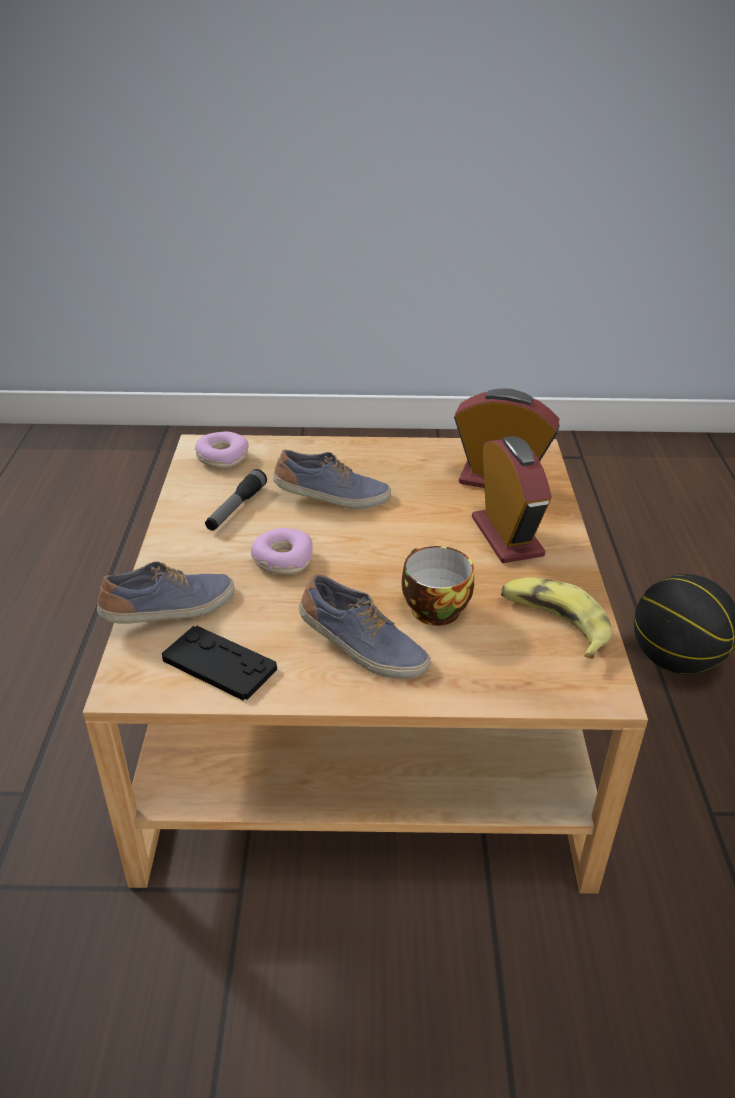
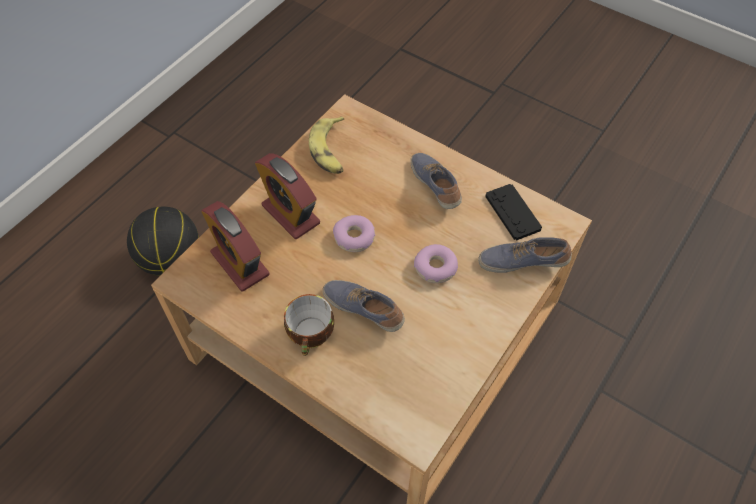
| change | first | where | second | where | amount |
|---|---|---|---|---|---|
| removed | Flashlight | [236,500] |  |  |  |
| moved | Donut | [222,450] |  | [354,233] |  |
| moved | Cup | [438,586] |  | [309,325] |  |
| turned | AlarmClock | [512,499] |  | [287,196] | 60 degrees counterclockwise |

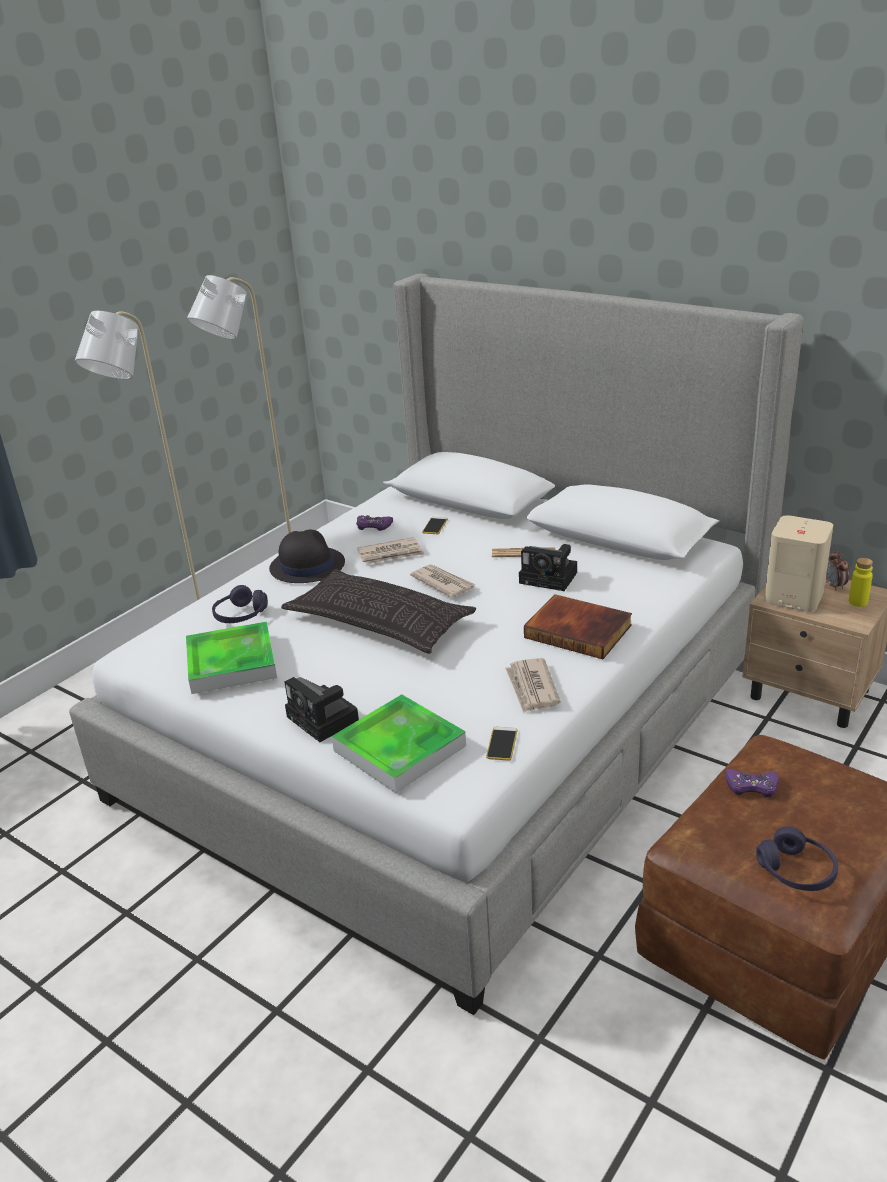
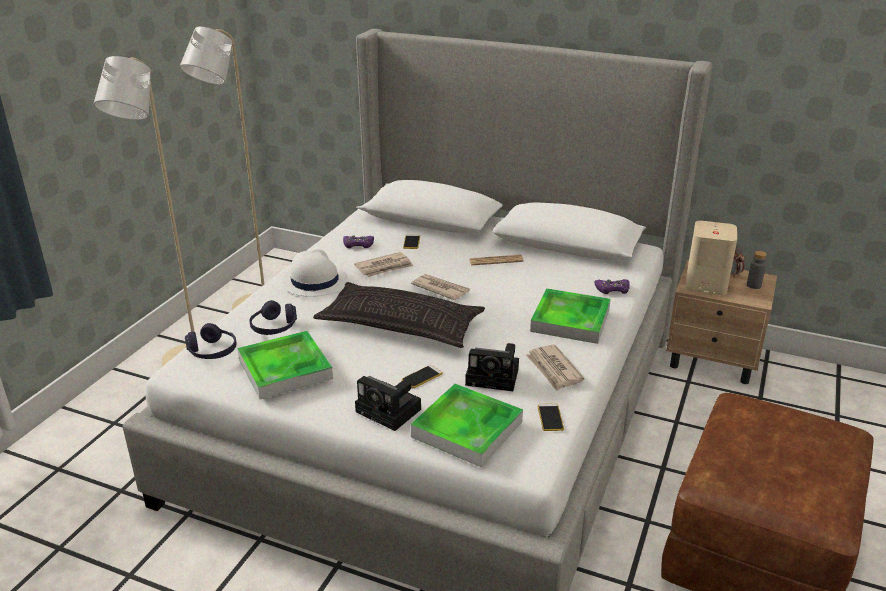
| change | first | where | second | where | amount |
|---|---|---|---|---|---|
| added |  |  | Phone | [422,376] |  |
| moved | PhotoCamera | [548,567] |  | [492,367] |  |
| moved | PurpleGameController | [752,783] |  | [612,286] |  |
| moved | PurpleHeadphones | [797,858] |  | [210,341] |  |
| replaced | Book | [578,626] | Tray | [570,316] |  |
| recoloured | BlackHat | [307,556] | WhiteHat | [314,273] |  |
| recoloured | YellowBottle | [861,582] | GreyBottle | [757,270] |  |

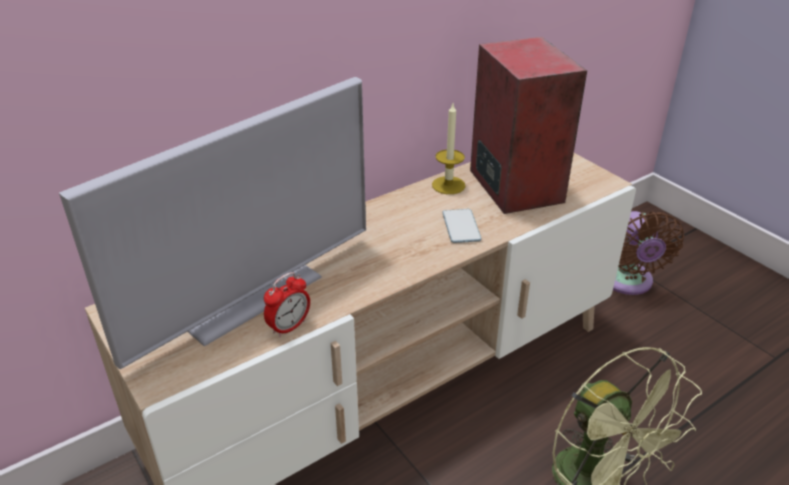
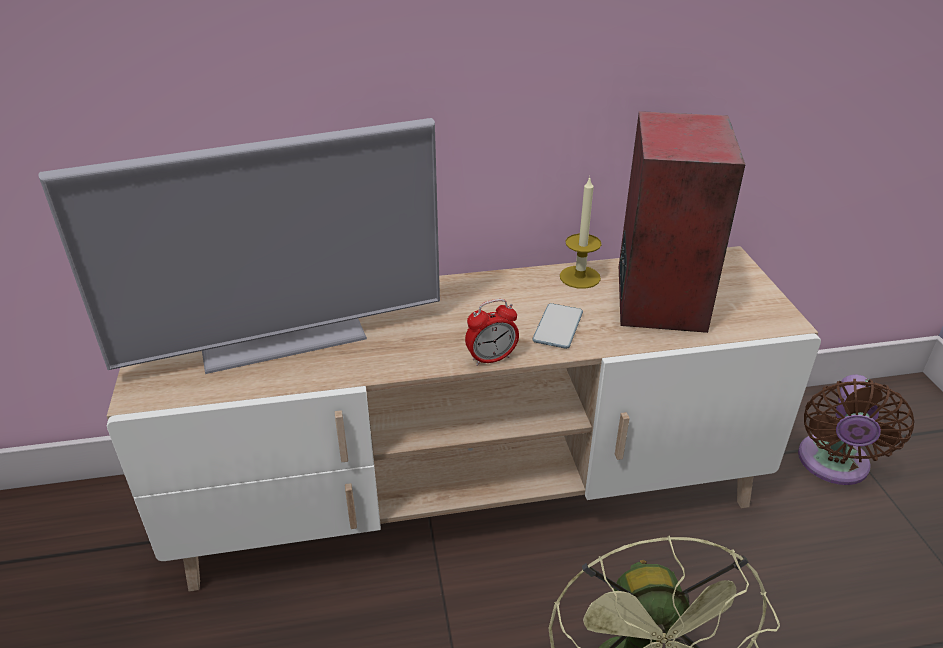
| change | first | where | second | where | amount |
|---|---|---|---|---|---|
| moved | AlarmClock | [287,305] |  | [492,332] |  |

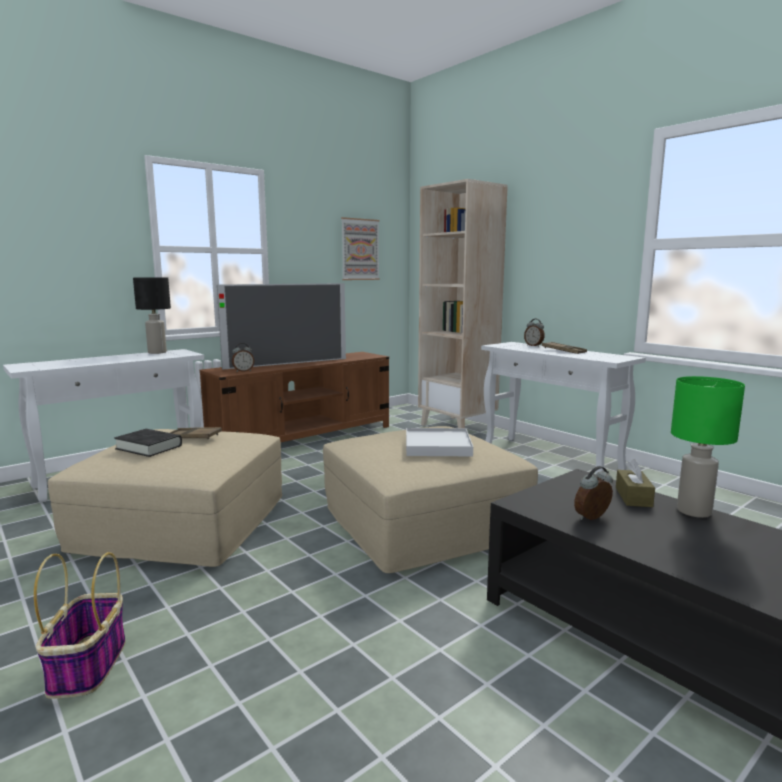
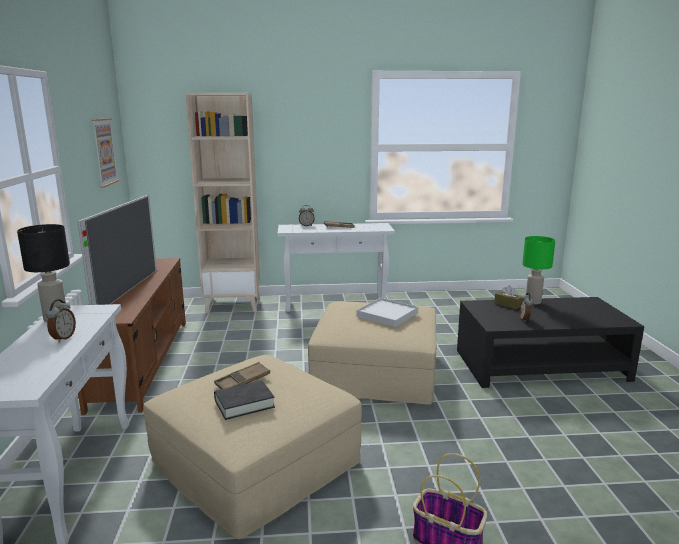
| change | first | where | second | where | amount |
|---|---|---|---|---|---|
| moved | AlarmClock | [243,357] |  | [61,321] |  |

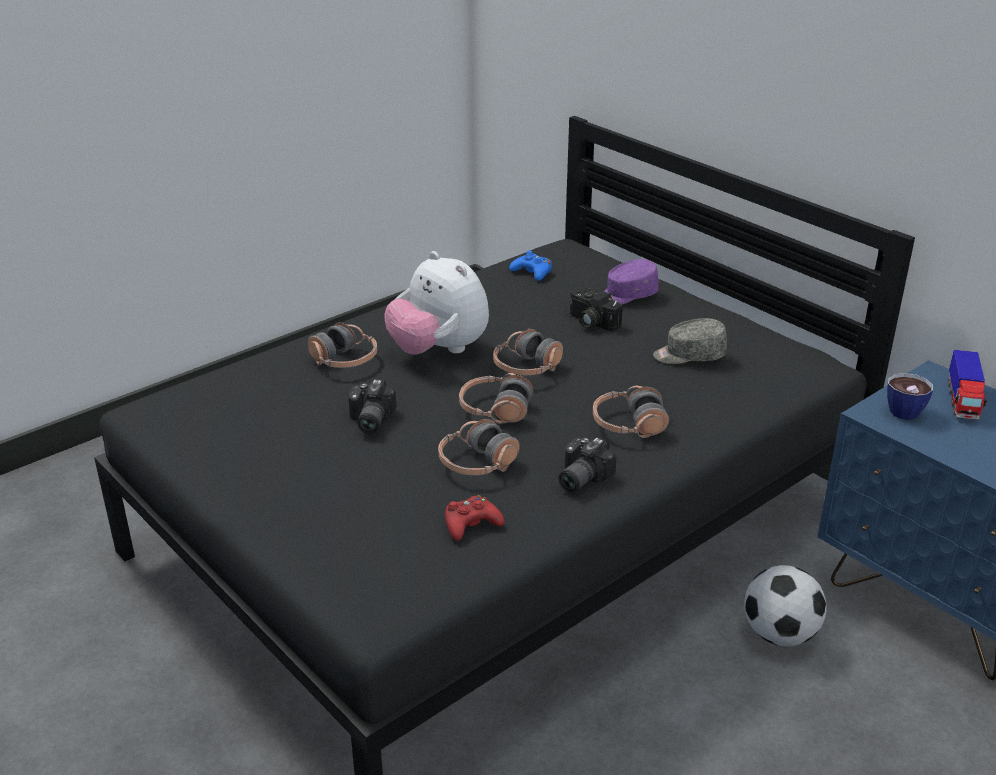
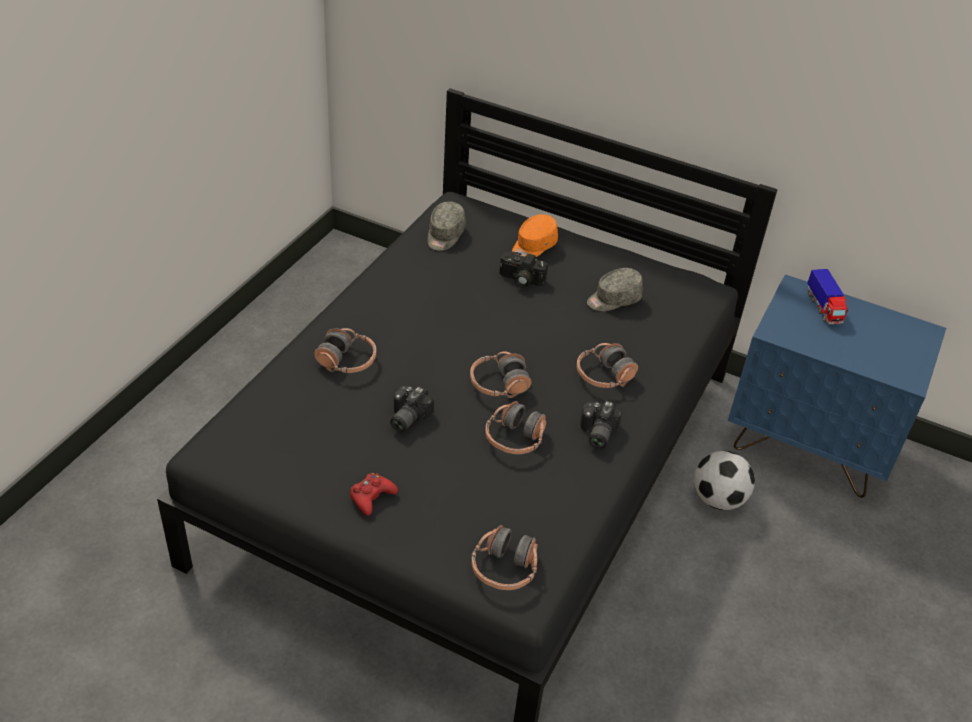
| change | first | where | second | where | amount |
|---|---|---|---|---|---|
| removed | PlushToy | [437,303] |  |  |  |
| removed | Cup | [910,396] |  |  |  |
| moved | RedGameController | [474,518] |  | [374,494] |  |
| moved | Headphones | [528,352] |  | [504,557] |  |
| replaced | BlueGameController | [530,266] | GreyCap | [447,226] |  |
| recoloured | PurpleCap | [631,282] | OrangeCap | [535,235] |  |
| turned | PhotoCamera | [372,406] |  | [412,409] | 45 degrees clockwise |

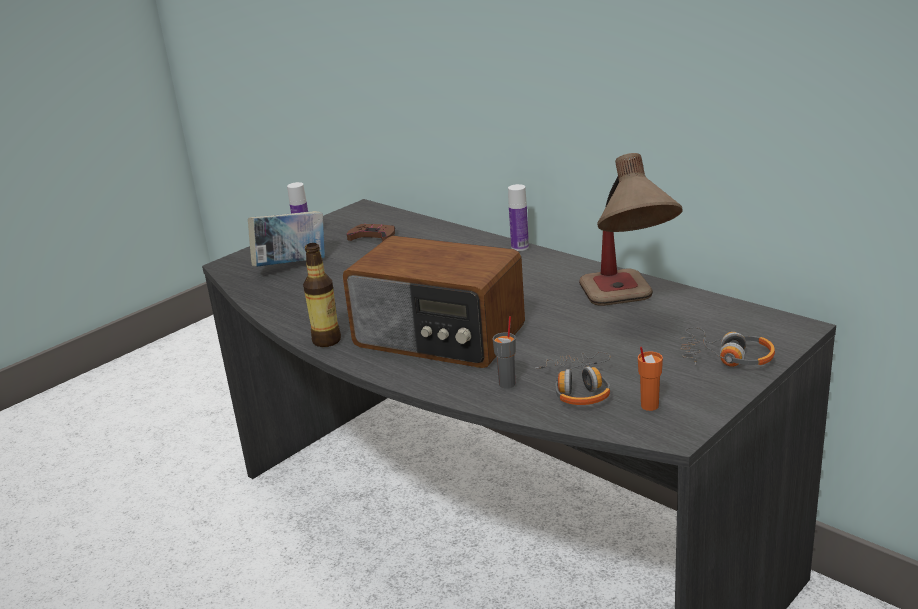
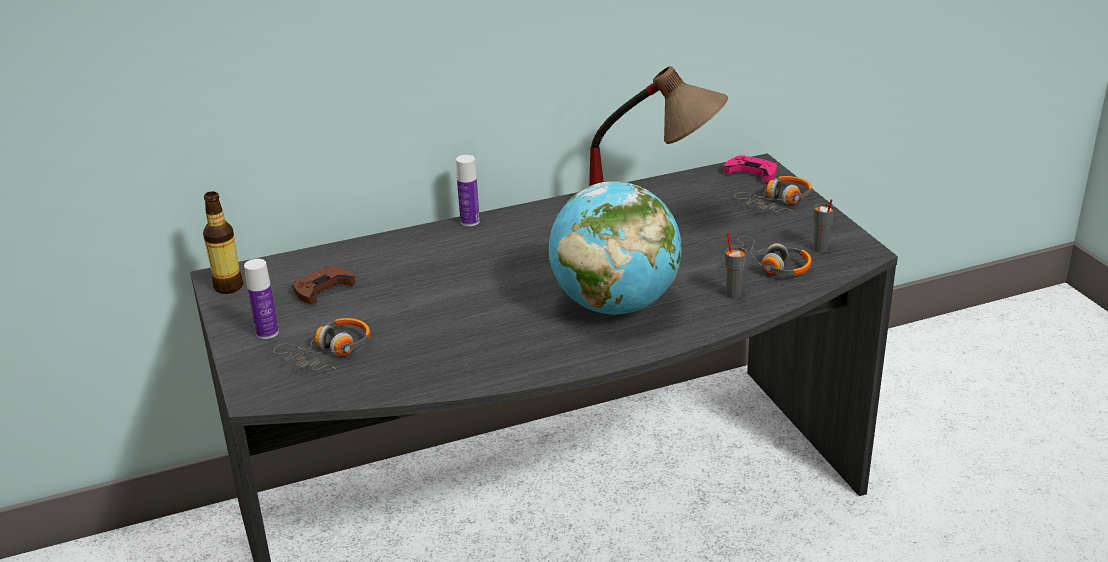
| change | first | where | second | where | amount |
|---|---|---|---|---|---|
| added |  |  | PinkGameController | [750,168] |  |
| moved | Bottle | [322,295] |  | [223,242] |  |
| replaced | Book | [286,239] | Headphones | [322,344] |  |
| replaced | Radio | [434,302] | Globe | [615,247] |  |
| recoloured | OrangeCup | [650,378] | GreyCup | [823,225] |  |

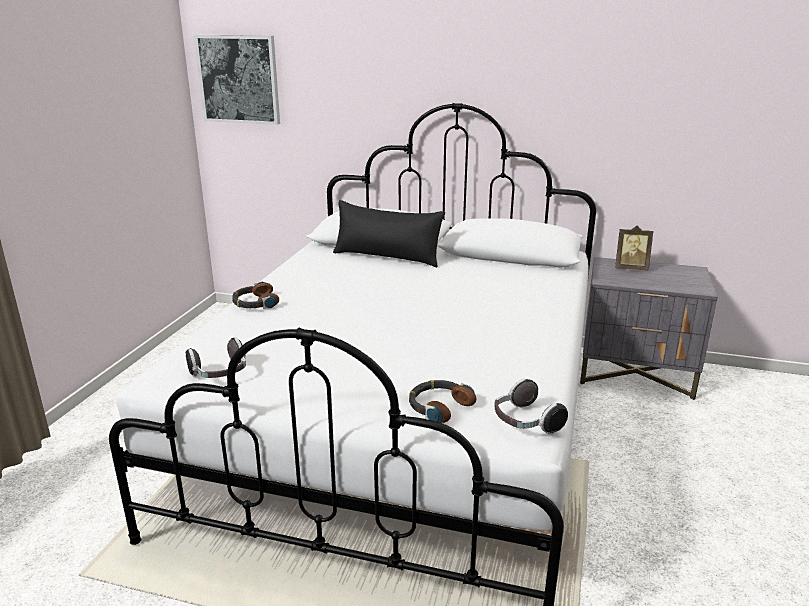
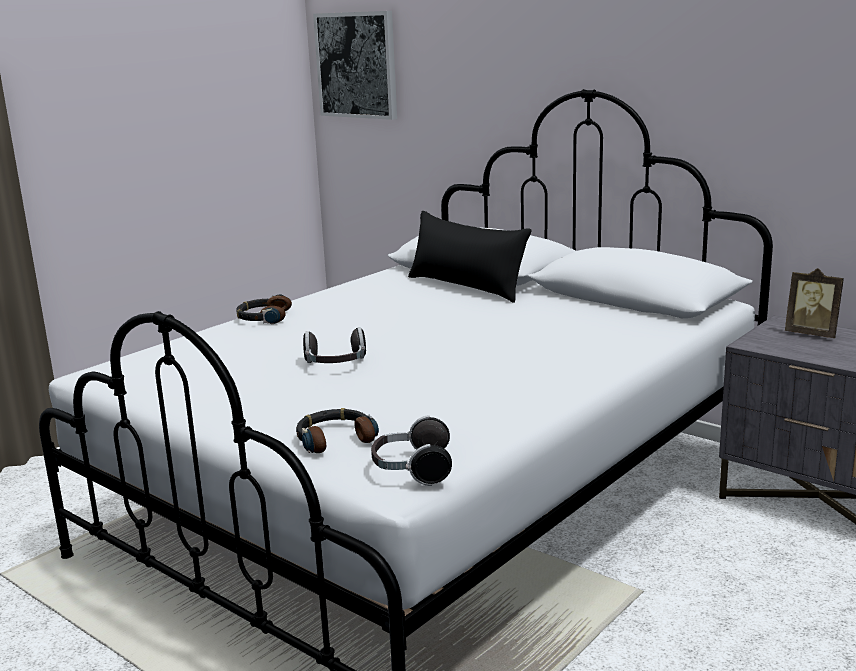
| change | first | where | second | where | amount |
|---|---|---|---|---|---|
| moved | Headphones | [216,358] |  | [334,345] |  |

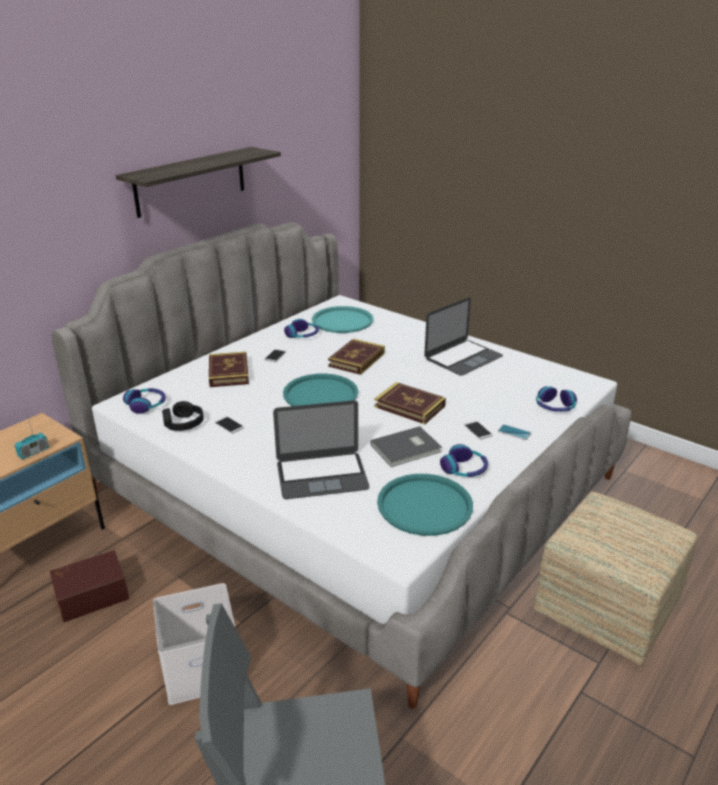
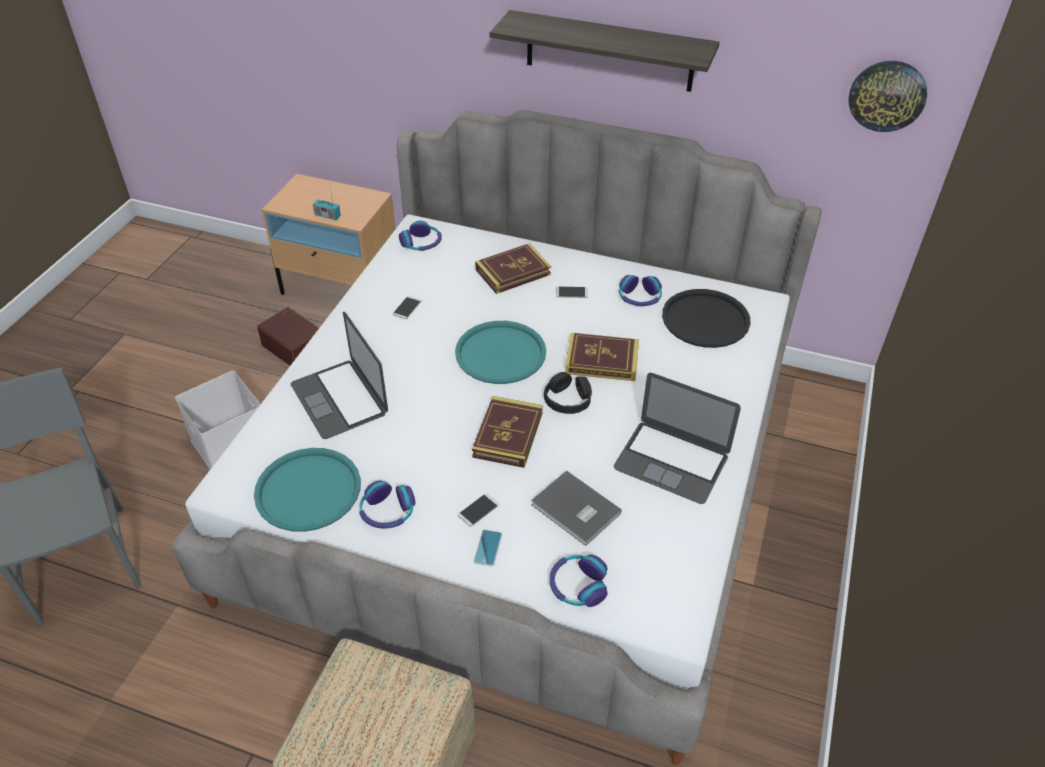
| change | first | where | second | where | amount |
|---|---|---|---|---|---|
| added |  |  | WallClock | [887,96] |  |
| moved | BlackHeadphones | [182,416] |  | [568,393] |  |
| moved | GreyBook | [406,446] |  | [576,508] |  |
| recoloured | TurquoiseTray | [343,319] | BlackTray | [706,318] |  |

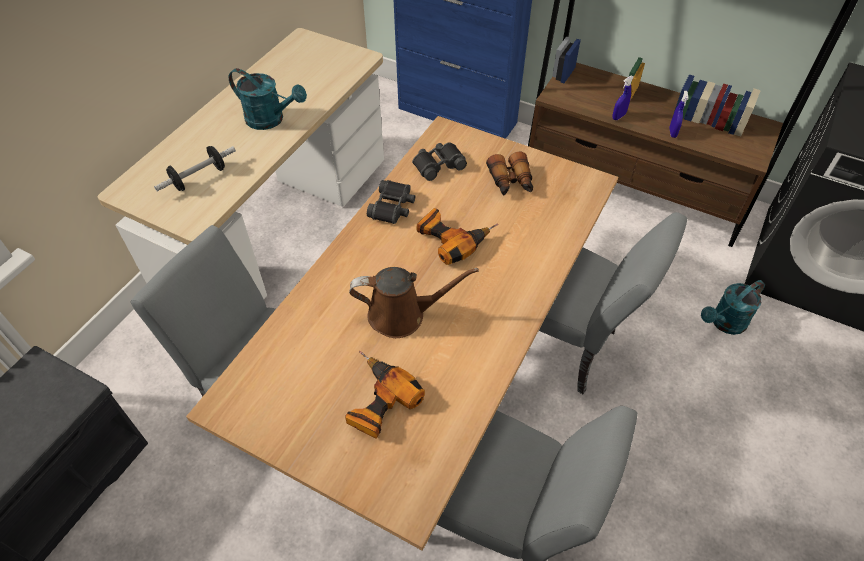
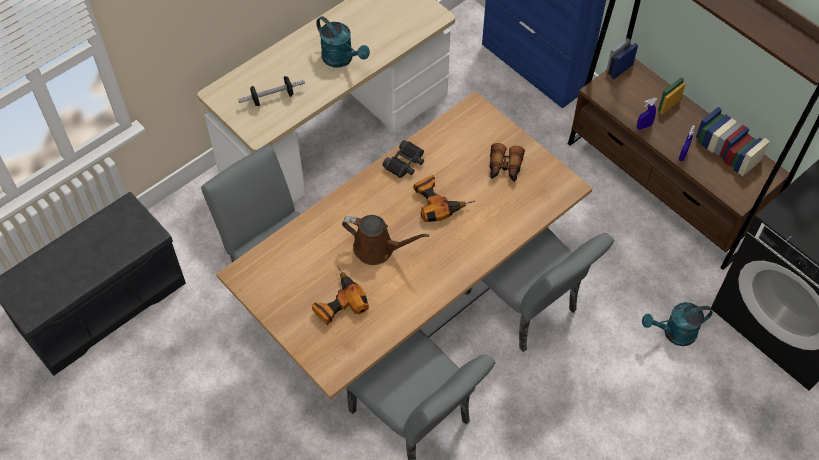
| change | first | where | second | where | amount |
|---|---|---|---|---|---|
| removed | BlackBinoculars | [439,161] |  |  |  |

